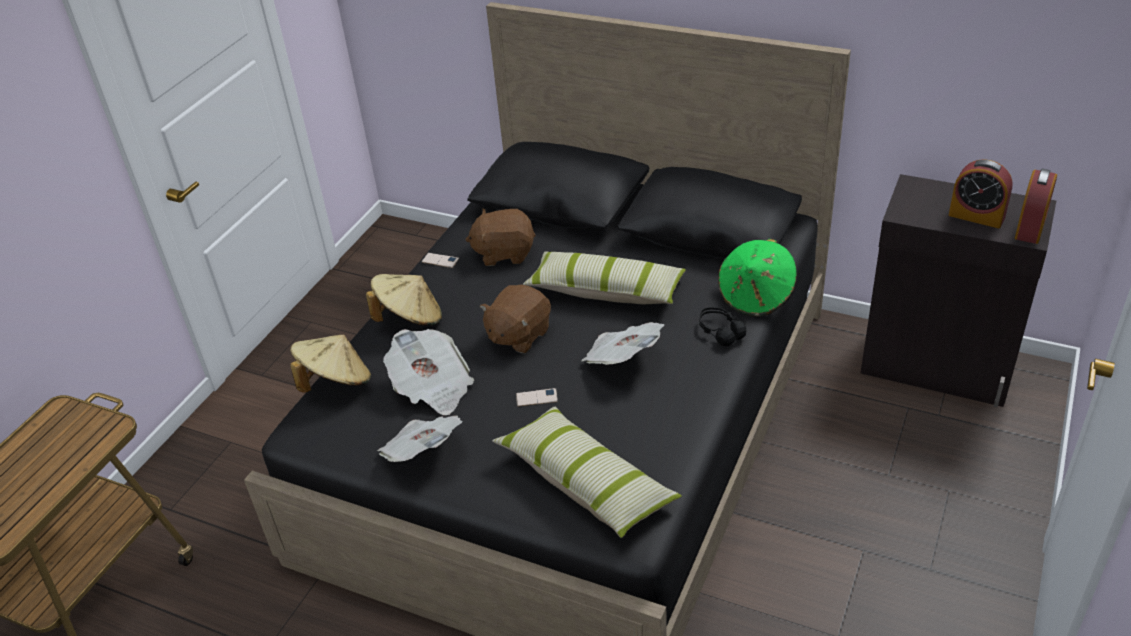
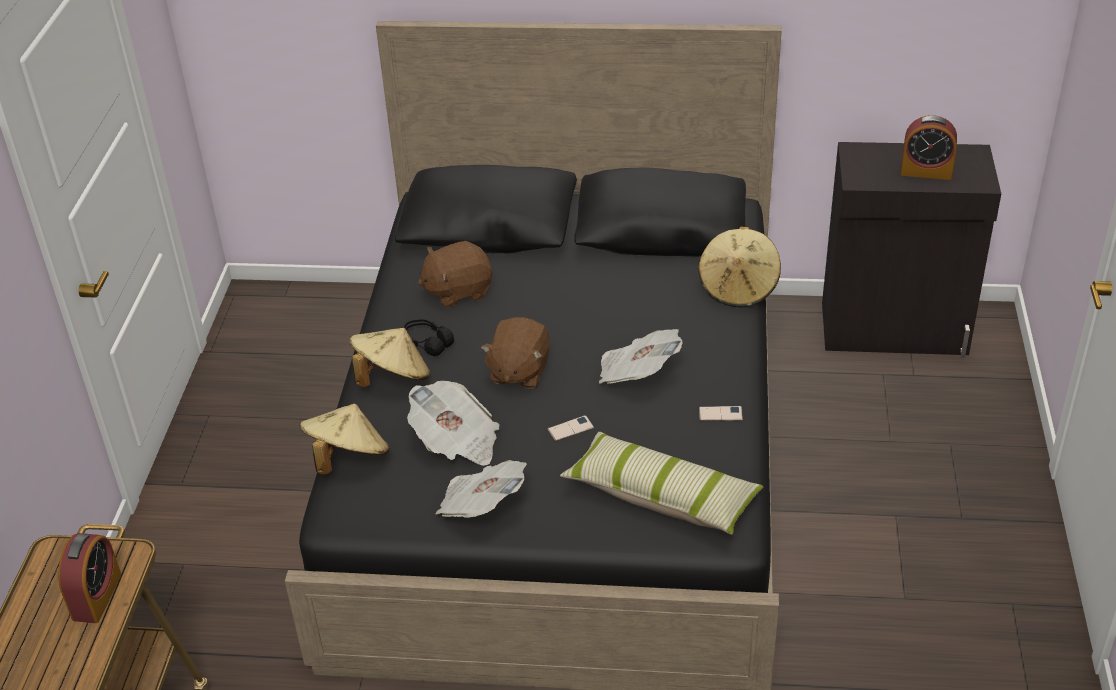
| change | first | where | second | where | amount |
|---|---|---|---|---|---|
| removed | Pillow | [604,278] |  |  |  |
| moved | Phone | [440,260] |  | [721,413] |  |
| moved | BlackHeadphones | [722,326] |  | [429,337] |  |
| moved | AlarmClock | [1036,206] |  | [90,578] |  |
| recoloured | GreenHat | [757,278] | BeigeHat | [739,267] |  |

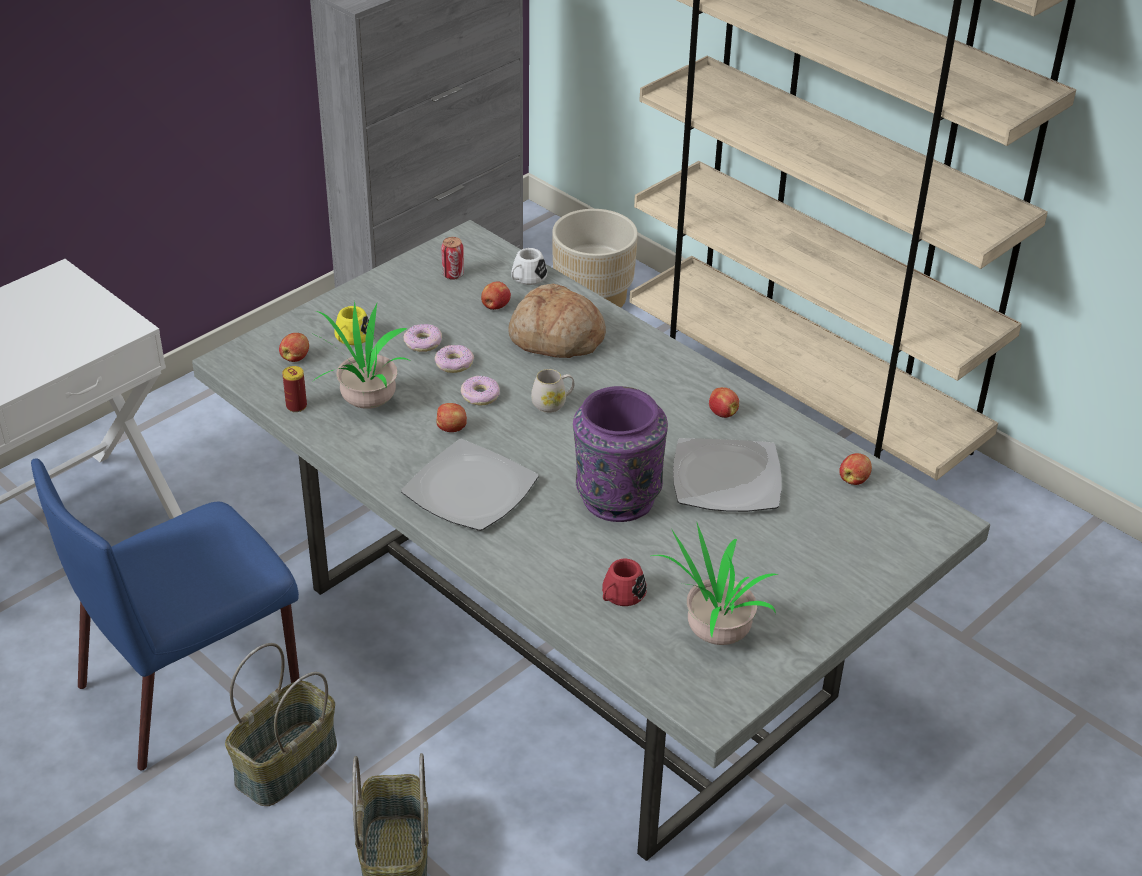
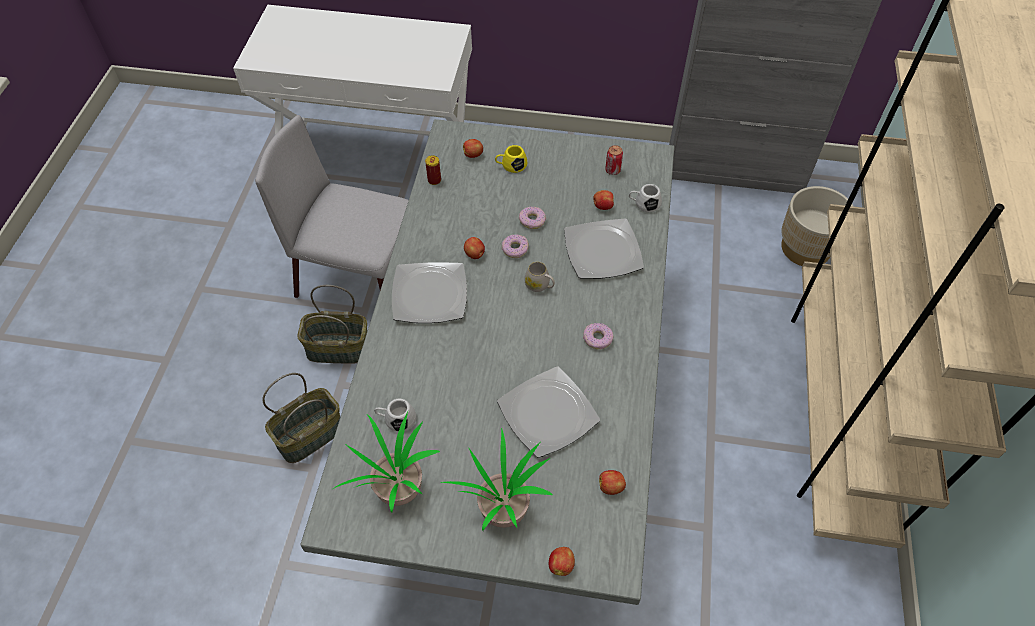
| change | first | where | second | where | amount |
|---|---|---|---|---|---|
| removed | PurpleVase | [620,454] |  |  |  |
| moved | PottedPlant | [361,355] |  | [497,479] |  |
| moved | Donut | [423,338] |  | [598,336] |  |
| moved | Apple | [724,402] |  | [562,561] |  |
| replaced | Bread | [557,321] | Plate | [604,249] |  |
| recoloured | BlueChair | [165,614] | GreyChair | [332,206] |  |
| recoloured | RedMug | [624,582] | WhiteMug | [395,415] |  |

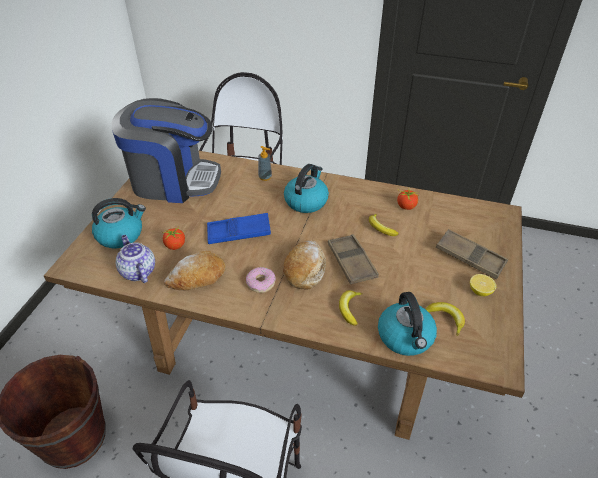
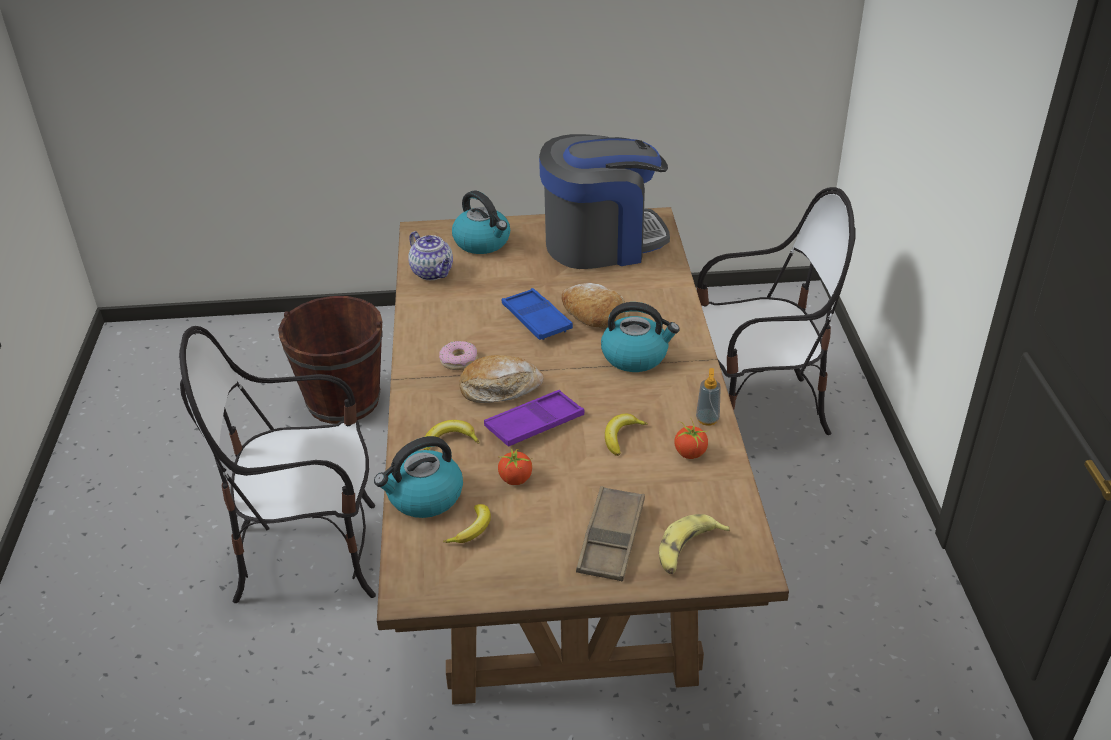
| change | first | where | second | where | amount |
|---|---|---|---|---|---|
| removed | Lemon | [483,285] |  |  |  |
| added |  |  | Banana | [694,544] |  |
| moved | Tomato | [173,238] |  | [515,466] |  |
| moved | Bread | [195,270] |  | [595,306] |  |
| moved | SoapDispenser | [265,163] |  | [708,397] |  |
| recoloured | BrownTray | [353,259] | PurpleTray | [534,418] |  |
| turned | CoffeeMachine | [166,150] |  | [604,201] | 90 degrees counterclockwise |
| turned | Teapot | [135,259] |  | [430,255] | 105 degrees clockwise |

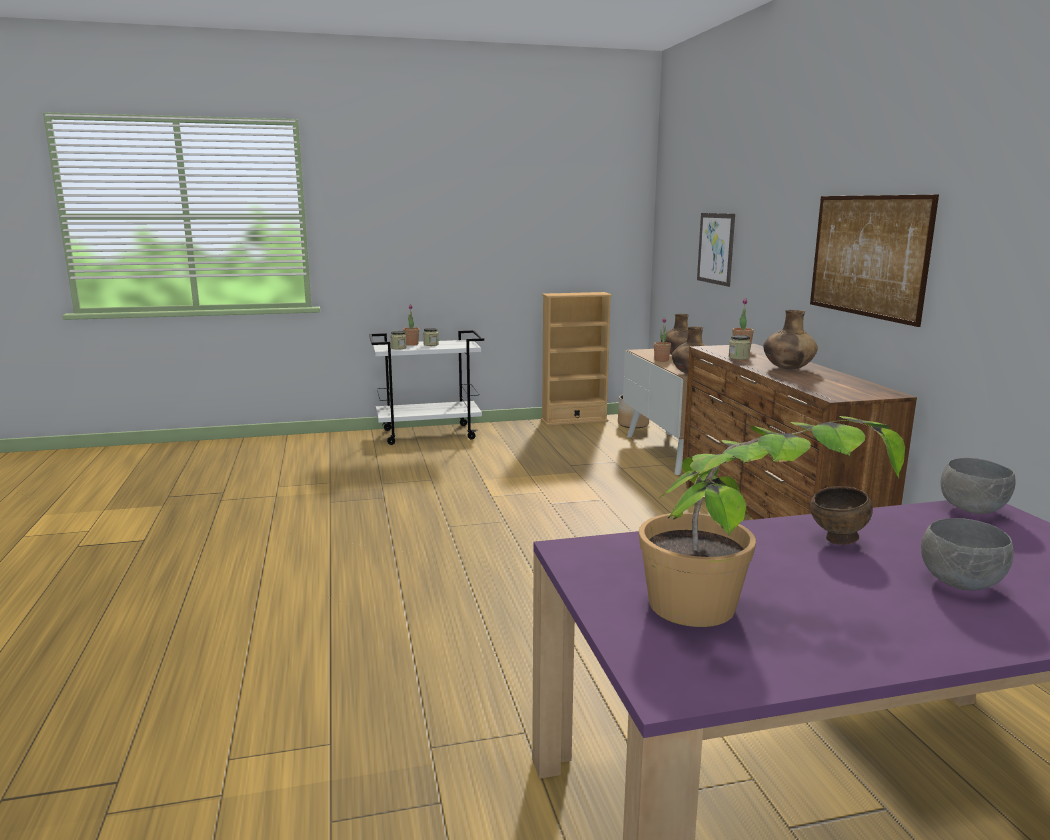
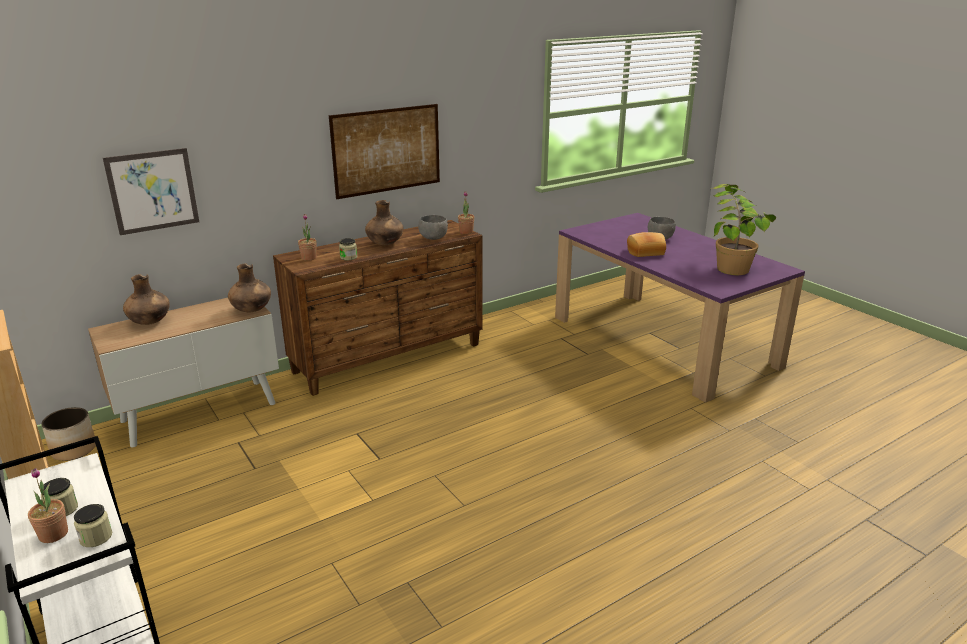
| change | first | where | second | where | amount |
|---|---|---|---|---|---|
| moved | PottedPlant | [662,339] |  | [466,212] |  |
| moved | GreyBowl | [978,486] |  | [433,227] |  |
| replaced | BrownBowl | [841,515] | Bread | [646,244] |  |

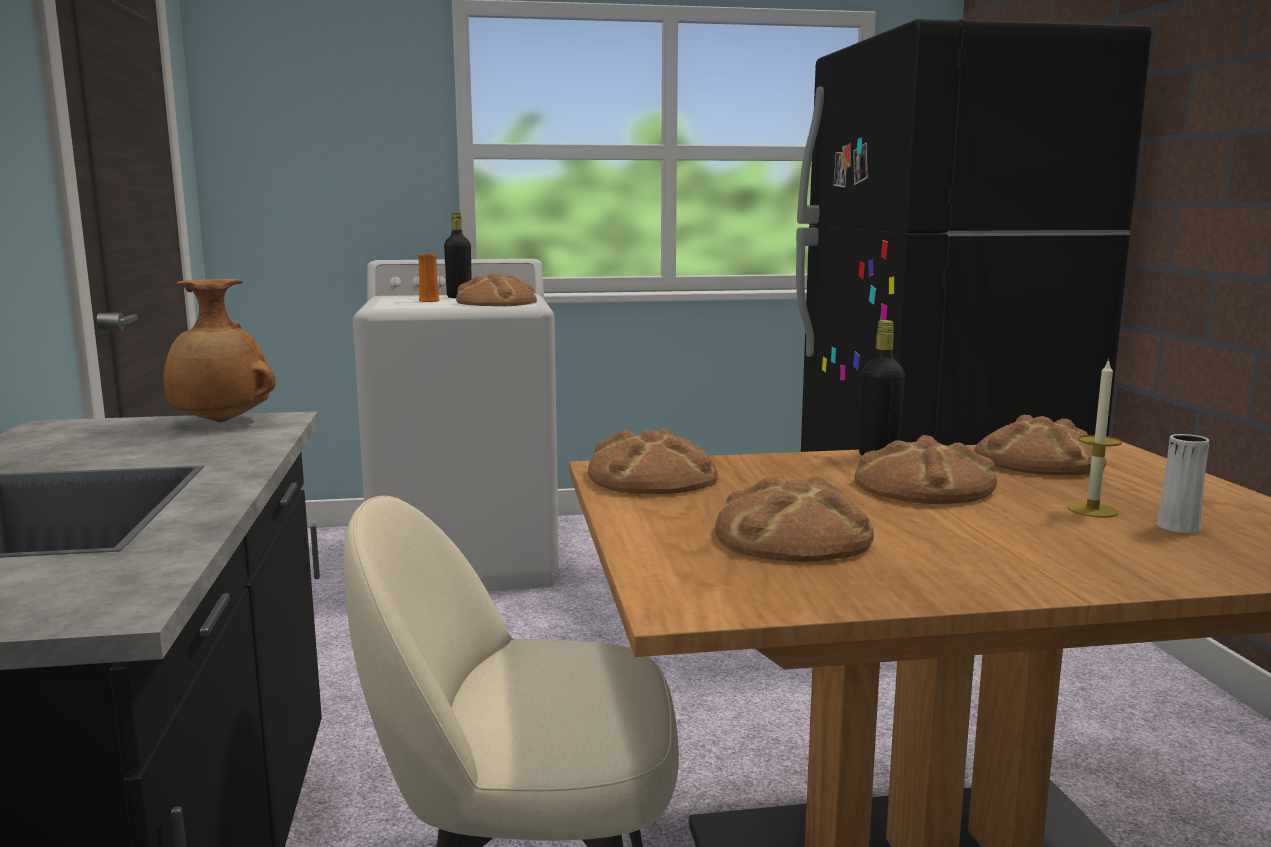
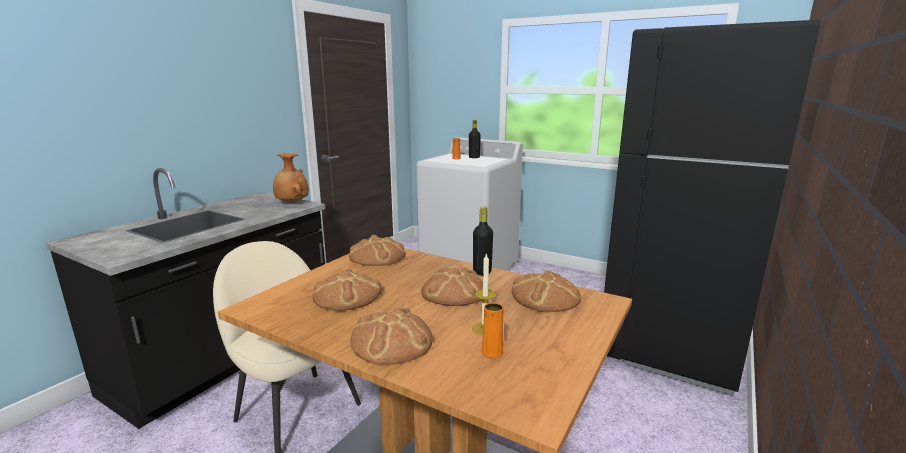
| change | first | where | second | where | amount |
|---|---|---|---|---|---|
| moved | Bread | [496,289] |  | [391,336] |  |
| recoloured | WhiteVase | [1182,484] | OrangeVase | [493,330] |  |

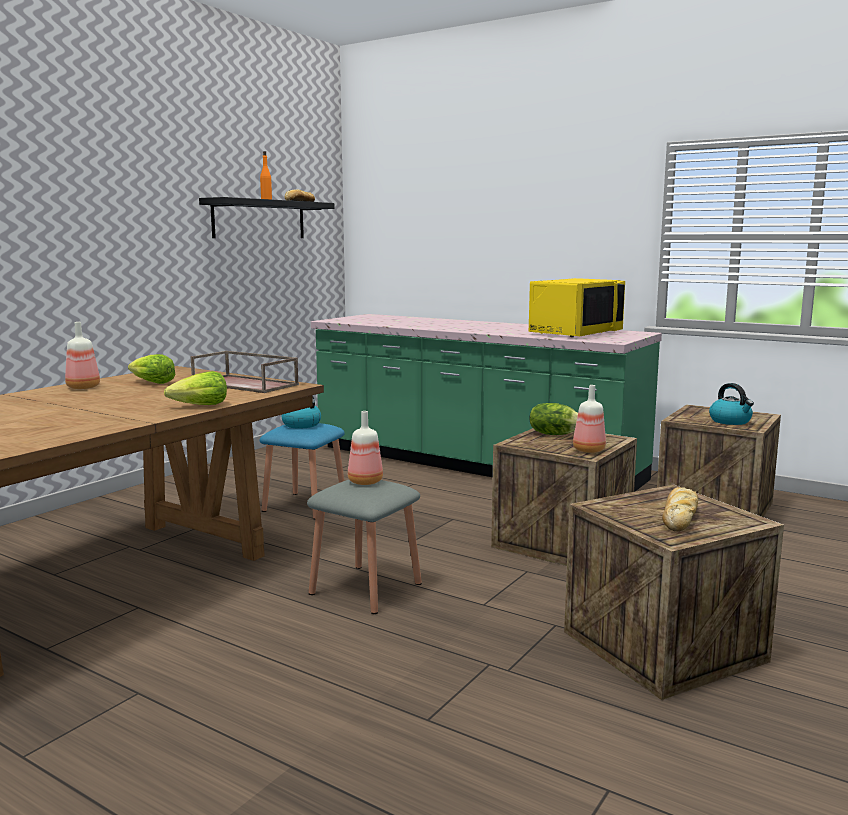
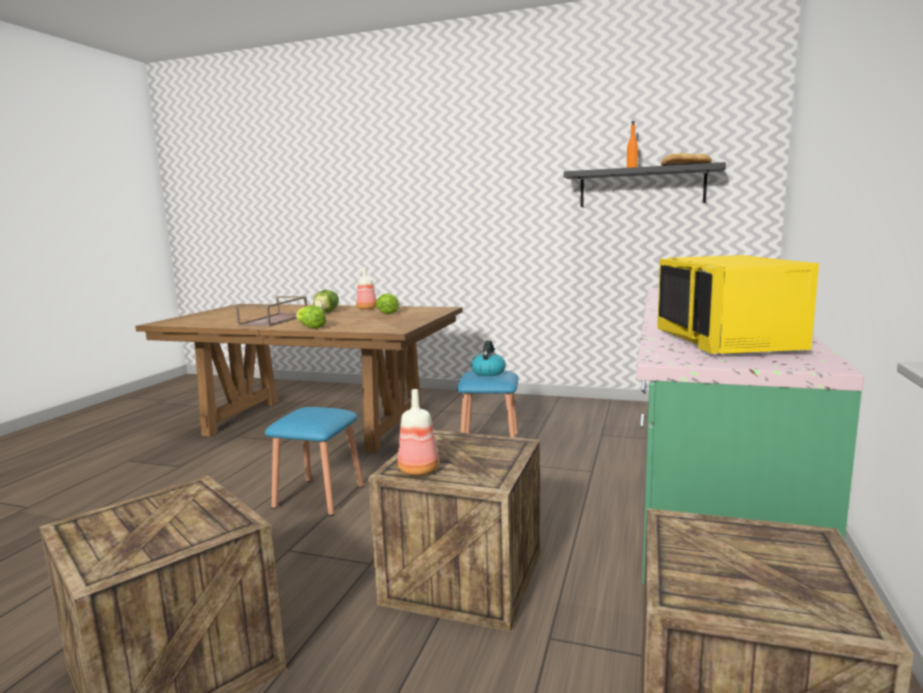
| change | first | where | second | where | amount |
|---|---|---|---|---|---|
| removed | Bottle | [365,448] |  |  |  |
| removed | Bread | [680,509] |  |  |  |
| removed | Kettle | [731,404] |  |  |  |
| moved | BrownTray | [245,372] |  | [271,311] |  |
| moved | Lettuce | [554,419] |  | [326,301] |  |
| recoloured | GreyStool | [364,547] | BlueStool | [314,461] |  |
| turned | YellowMicrowave | [577,307] |  | [738,304] | 60 degrees clockwise |

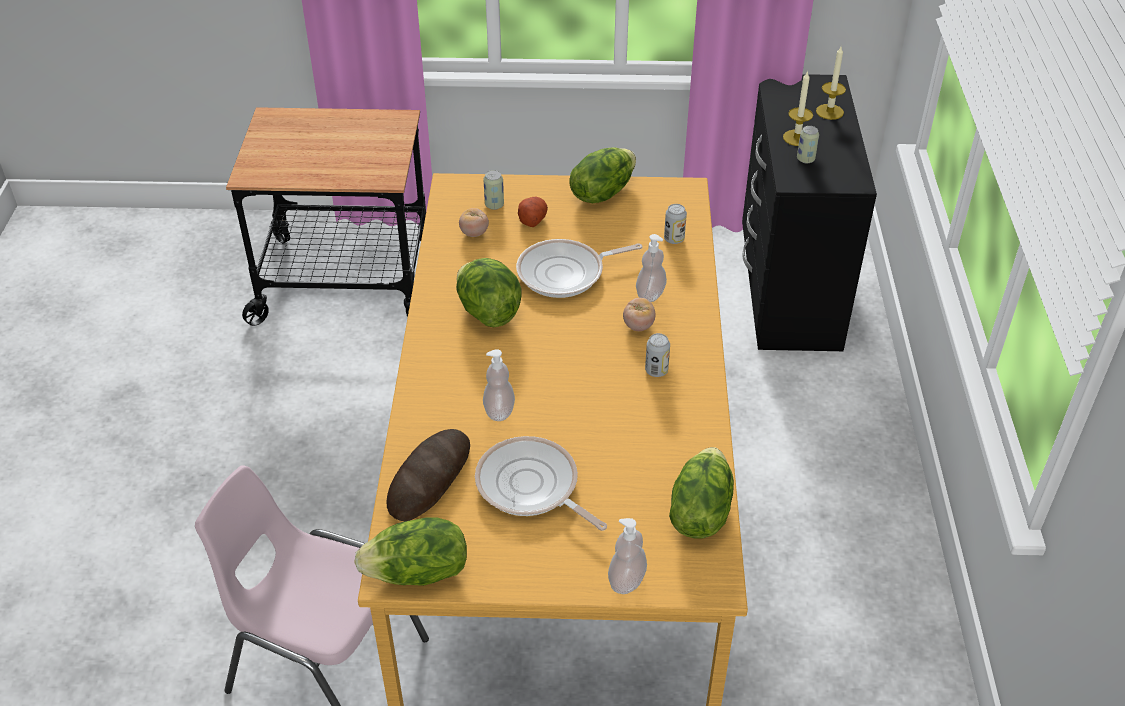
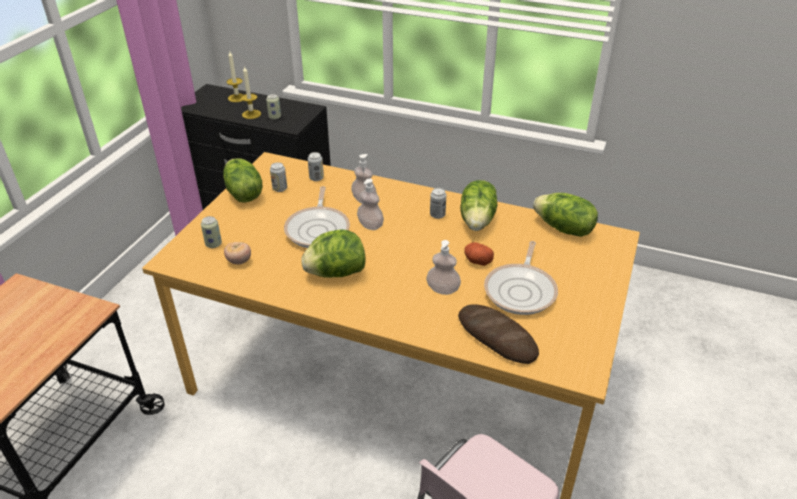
| change | first | where | second | where | amount |
|---|---|---|---|---|---|
| removed | Tomato | [639,314] |  |  |  |
| added |  |  | Can | [278,177] |  |
| moved | Lettuce | [410,551] |  | [478,205] |  |
| moved | Potato | [533,212] |  | [479,254] |  |
| moved | SoapDispenser | [627,556] |  | [370,204] |  |
| turned | FryingPan | [541,483] |  | [521,278] | 45 degrees counterclockwise |

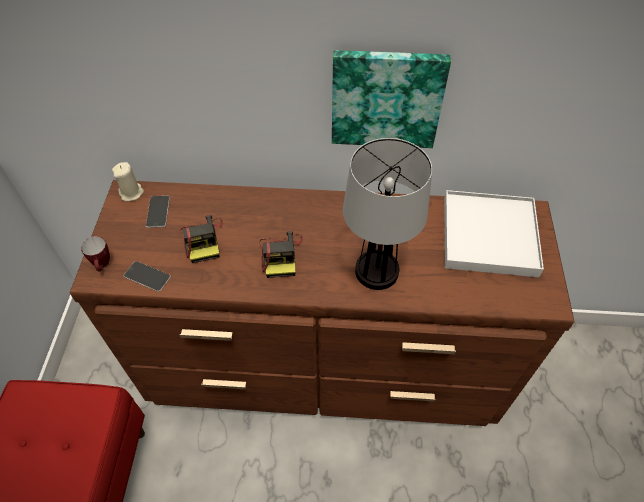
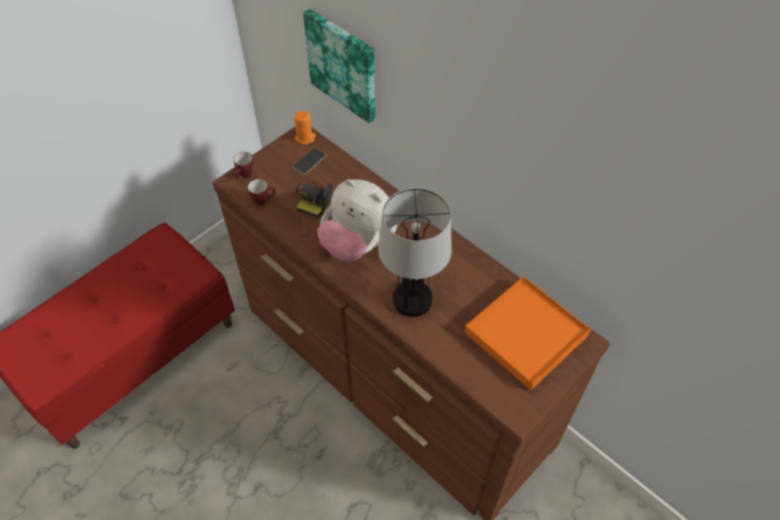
| change | first | where | second | where | amount |
|---|---|---|---|---|---|
| moved | Picture | [391,99] |  | [339,66] |  |
| replaced | Phone | [147,276] | Mug | [261,192] |  |
| replaced | PhotoCamera | [281,254] | PlushToy | [358,220] |  |
| recoloured | BeigeCandle | [128,181] | OrangeCandle | [305,127] |  |
| recoloured | WhiteTray | [494,233] | OrangeTray | [528,333] |  |

